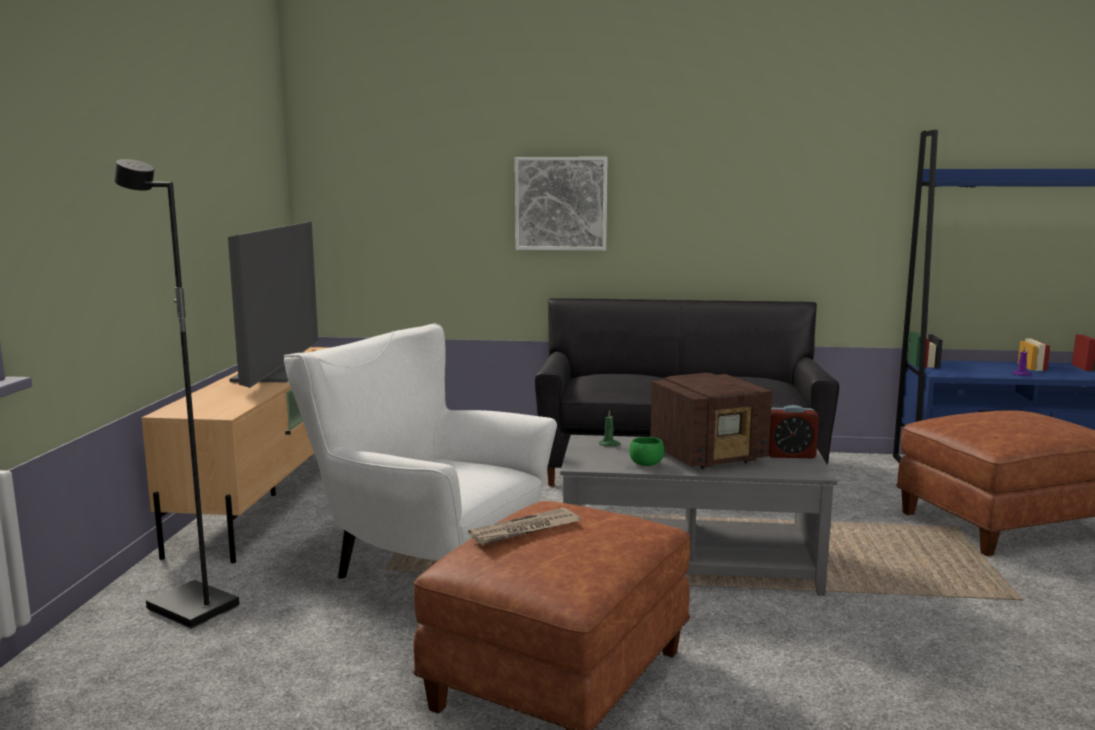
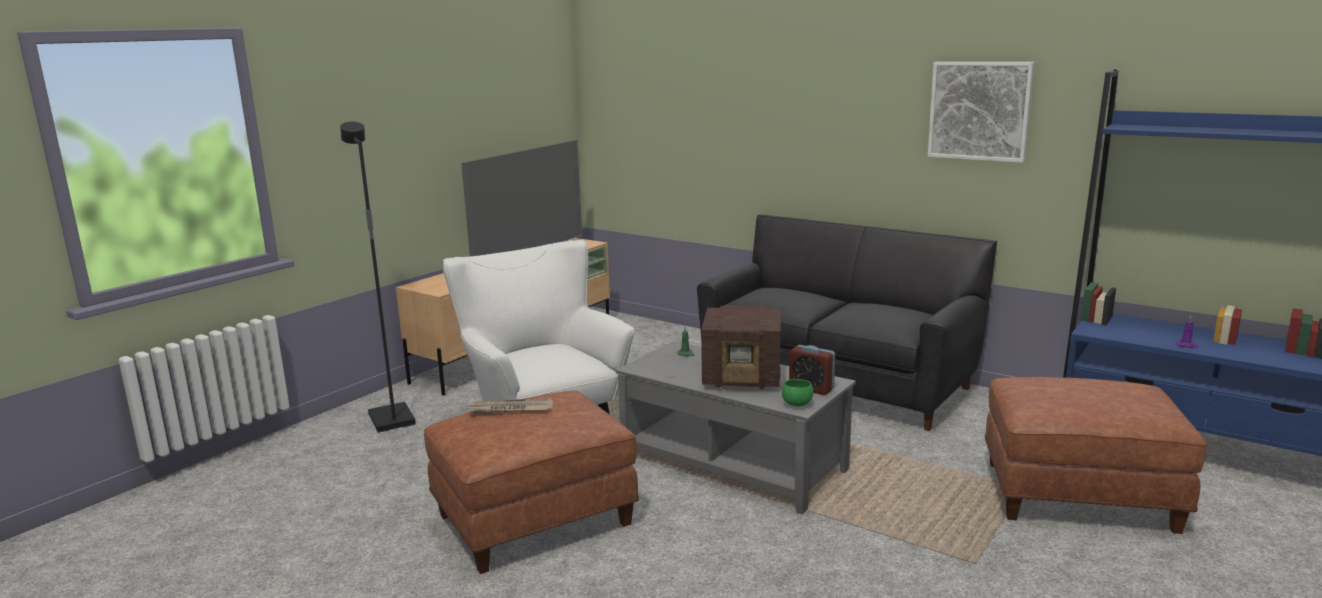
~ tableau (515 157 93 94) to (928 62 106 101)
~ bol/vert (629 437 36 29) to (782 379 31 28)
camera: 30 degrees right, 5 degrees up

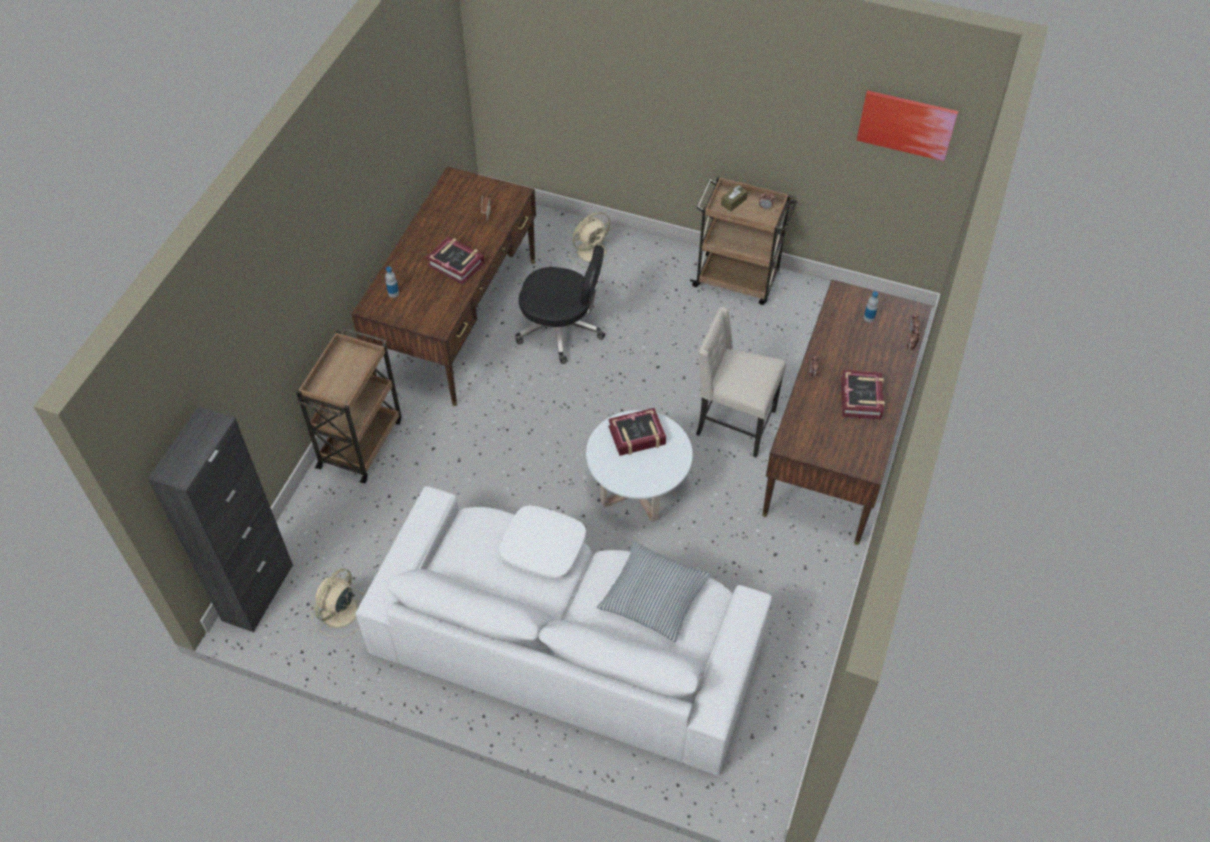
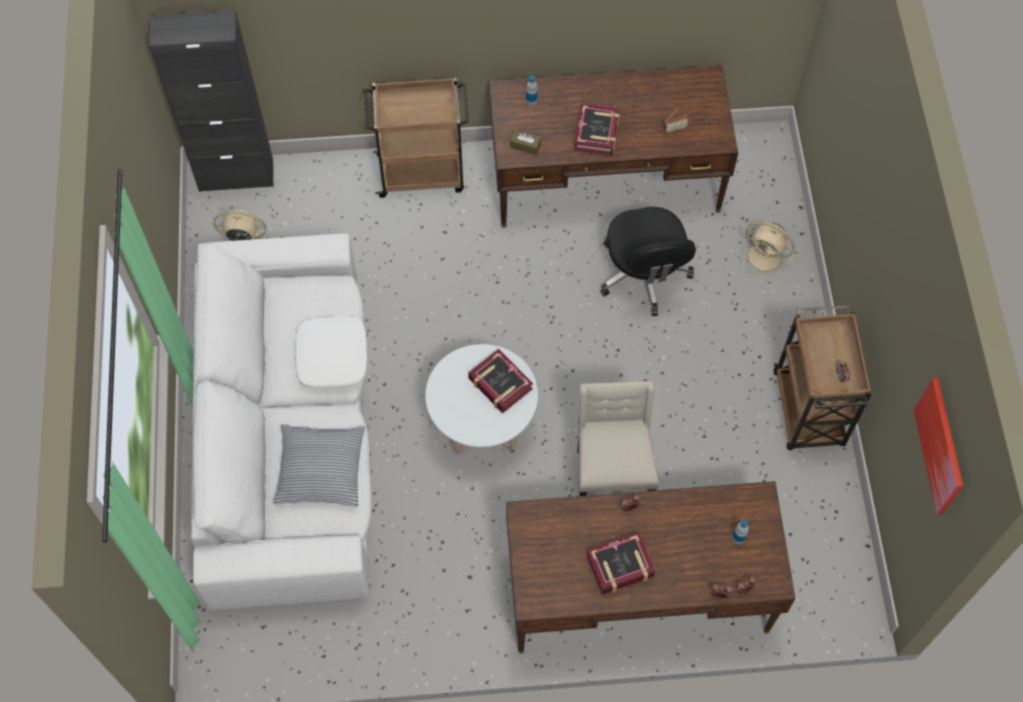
~ boîte à mouchoirs/marron (721 185 27 26) to (510 129 31 26)
camera: 65 degrees right, 10 degrees up

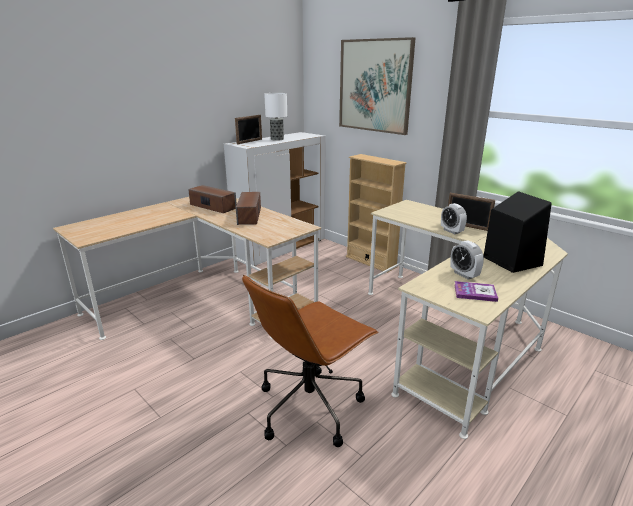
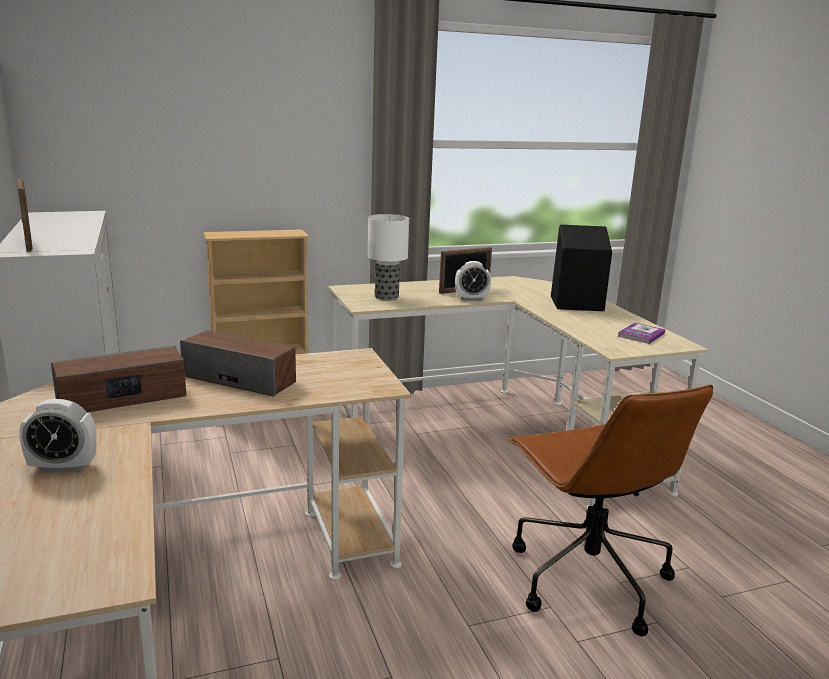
- tableau (339 37 77 98)
~ lampe de table (264 93 23 48) to (368 214 41 86)
~ réveil (450 241 34 39) to (19 399 78 74)
camera: 65 degrees left, 5 degrees down

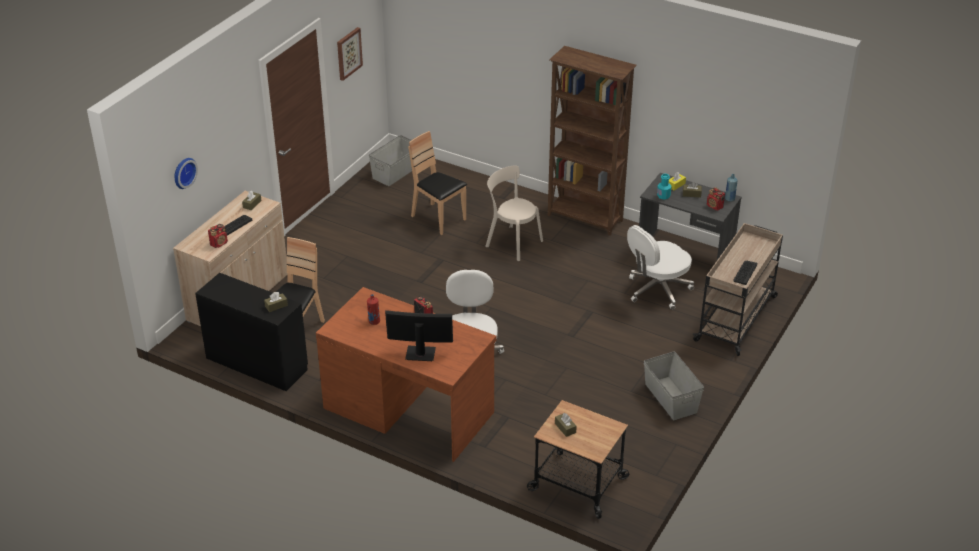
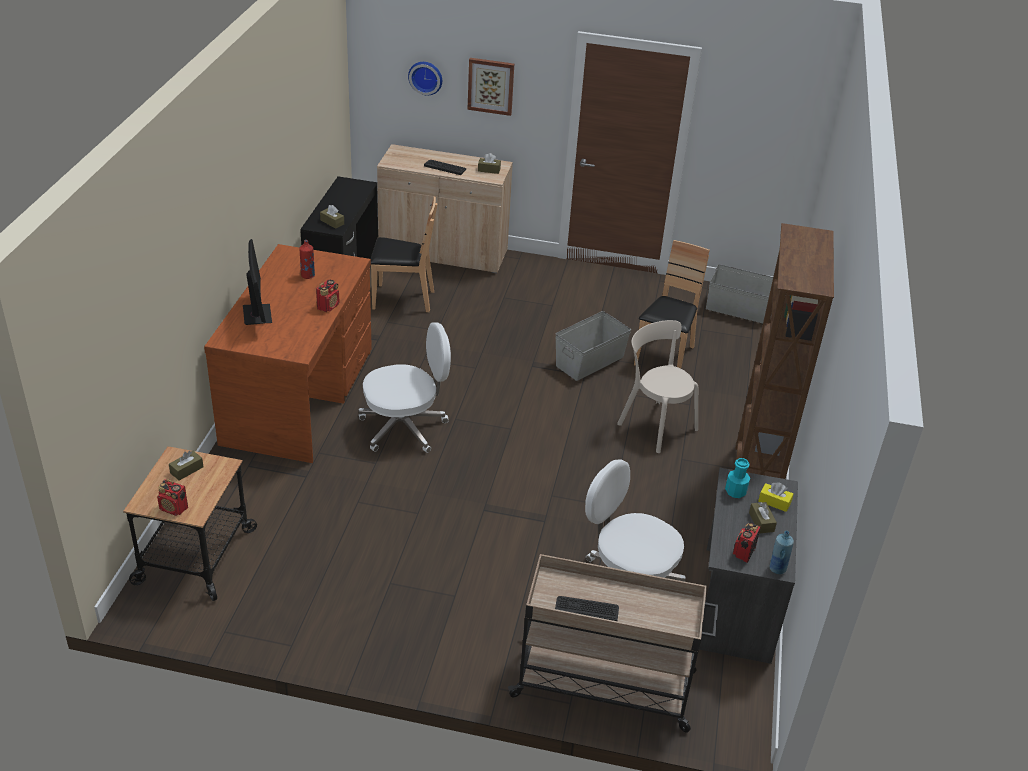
~ radio (208 224 20 24) to (157 479 31 37)
~ tableau (337 27 26 54) to (467 58 47 58)
~ boîte de rangement/gris (644 351 60 69) to (555 311 76 70)
~ chaise/beige (485 165 58 96) = (617 320 81 133) 60 degrees counterclockwise
camera: 70 degrees right, 0 degrees up

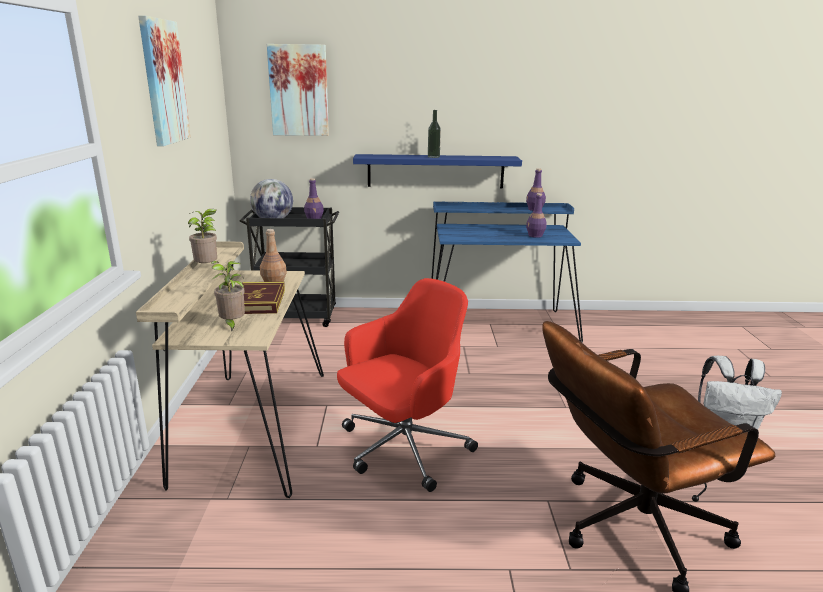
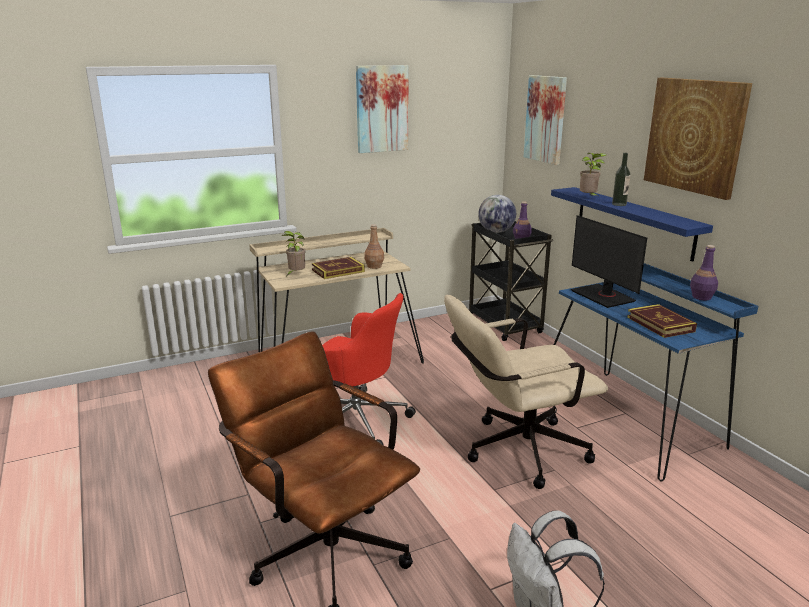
+ chaise de bureau/beige (444 295 164 194)
+ écran d'ordinateur (571 215 76 93)
+ tableau (644 78 109 122)
~ plante en pot (188 209 32 55) to (580 153 27 43)
~ bouteille/violet (526 193 21 45) to livre (627 304 70 34)
camera: 65 degrees right, 0 degrees up

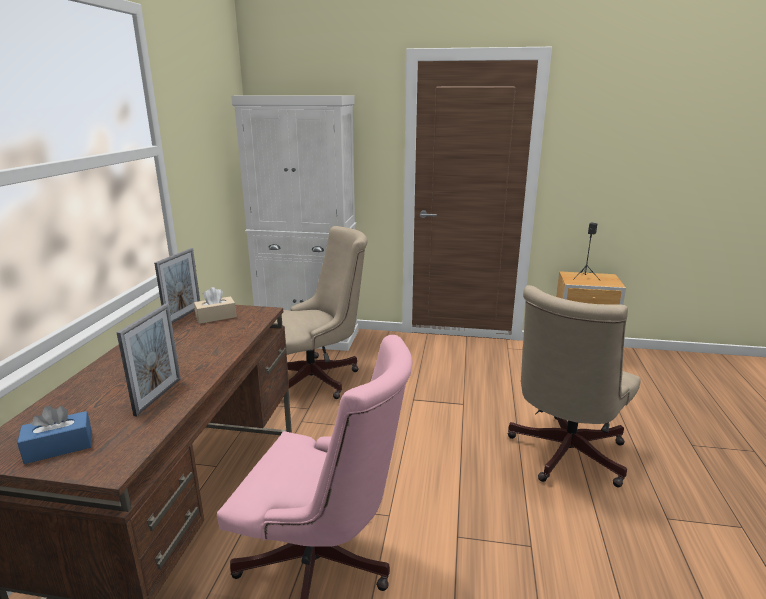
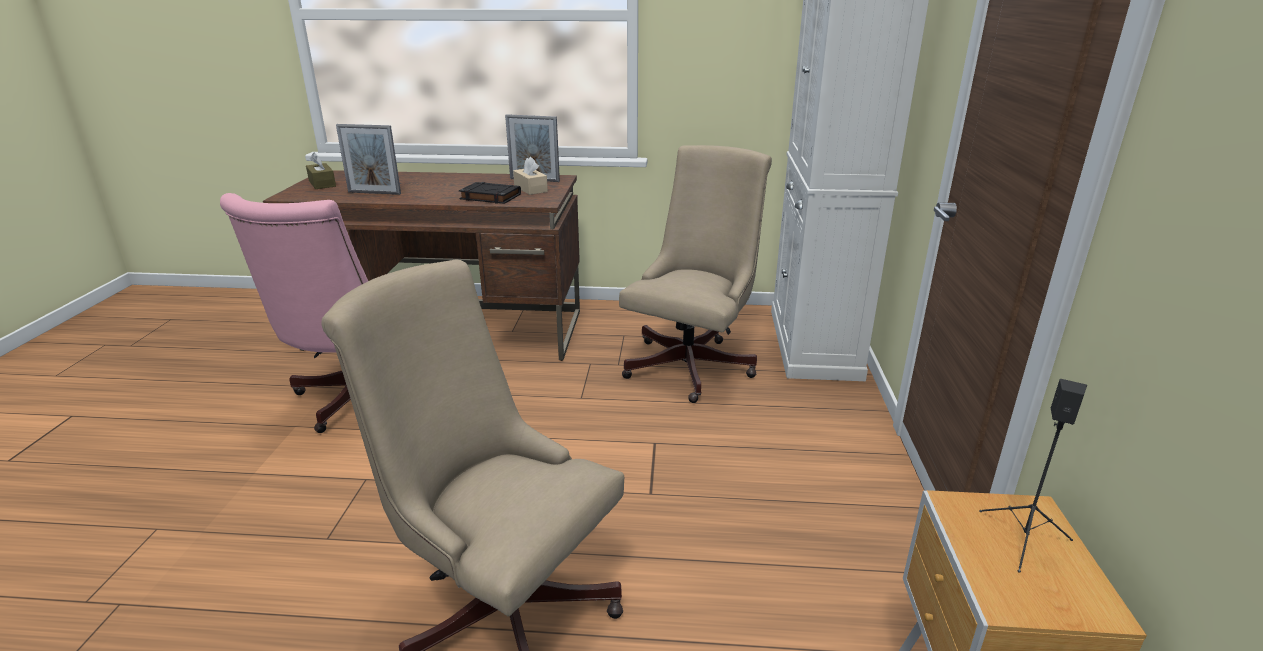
+ livre/noir (459 182 62 22)
~ boîte à mouchoirs/bleu (17 406 75 58) to boîte à mouchoirs/marron (306 152 30 37)
~ chaise de bureau/beige (274 226 94 173) = (619 145 153 258) 120 degrees counterclockwise
camera: 85 degrees right, 5 degrees up

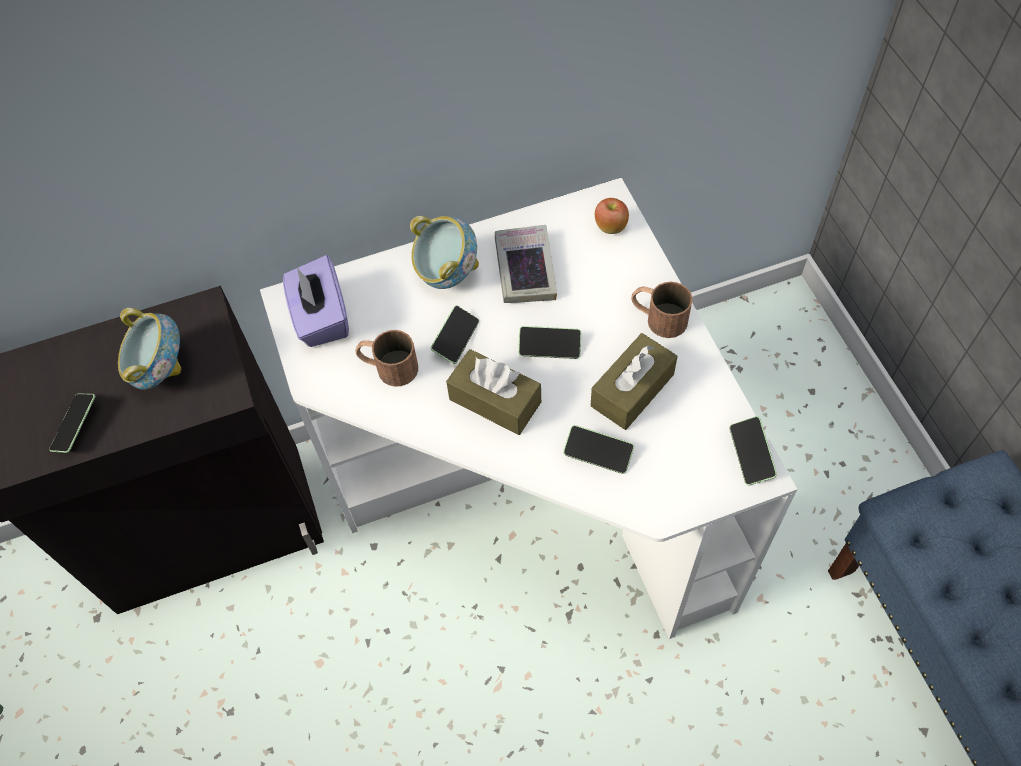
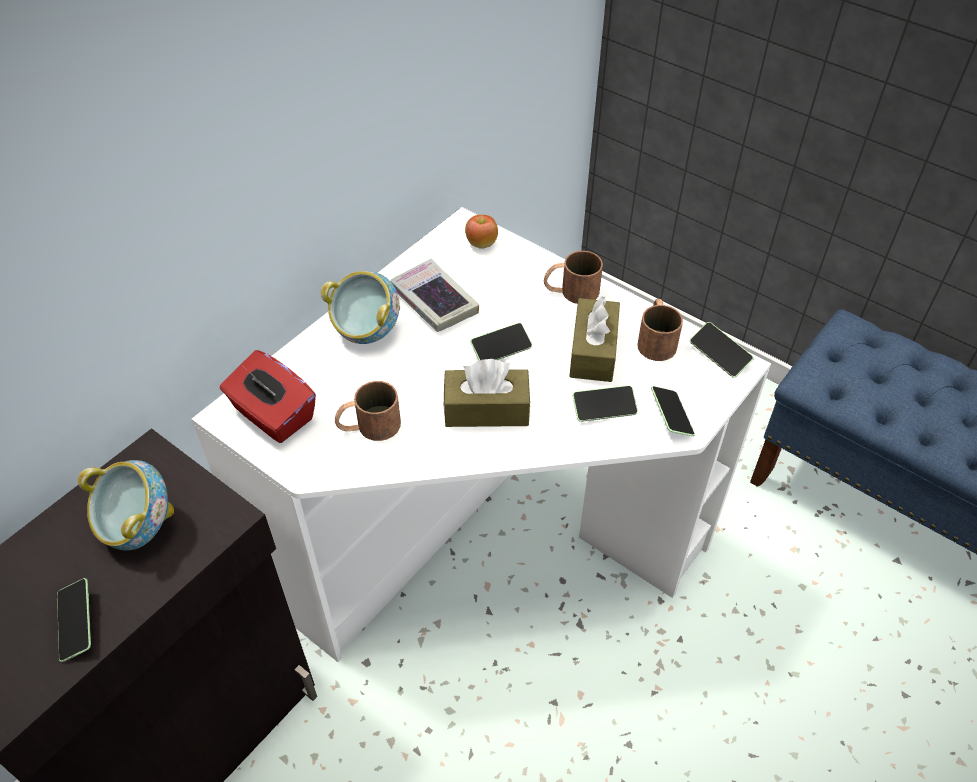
+ mug/marron (637 299 46 62)
~ téléphone (431 306 48 58) to (651 386 44 50)
~ boîte à mouchoirs/violet (283 255 66 92) to boîte à mouchoirs/rouge (220 350 96 93)
camera: 35 degrees left, 10 degrees down

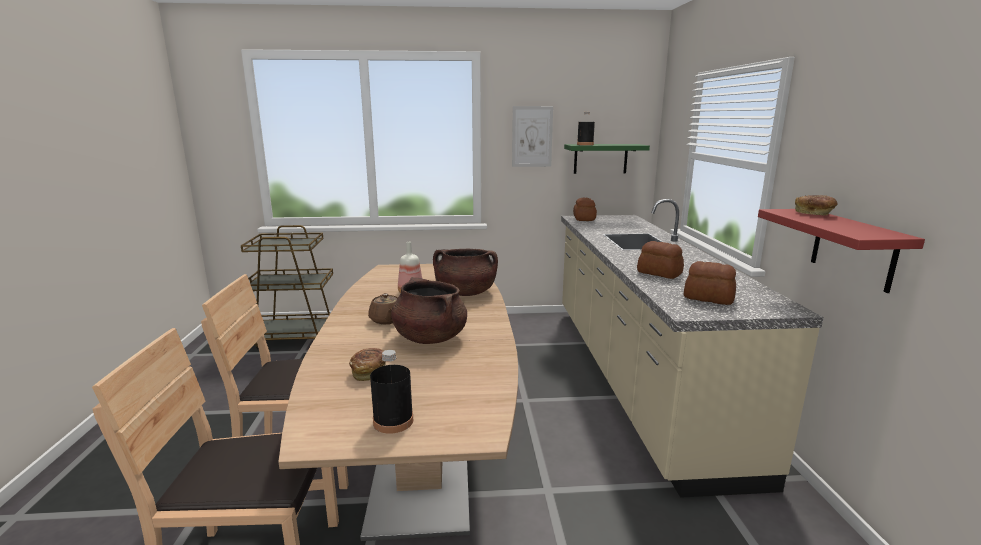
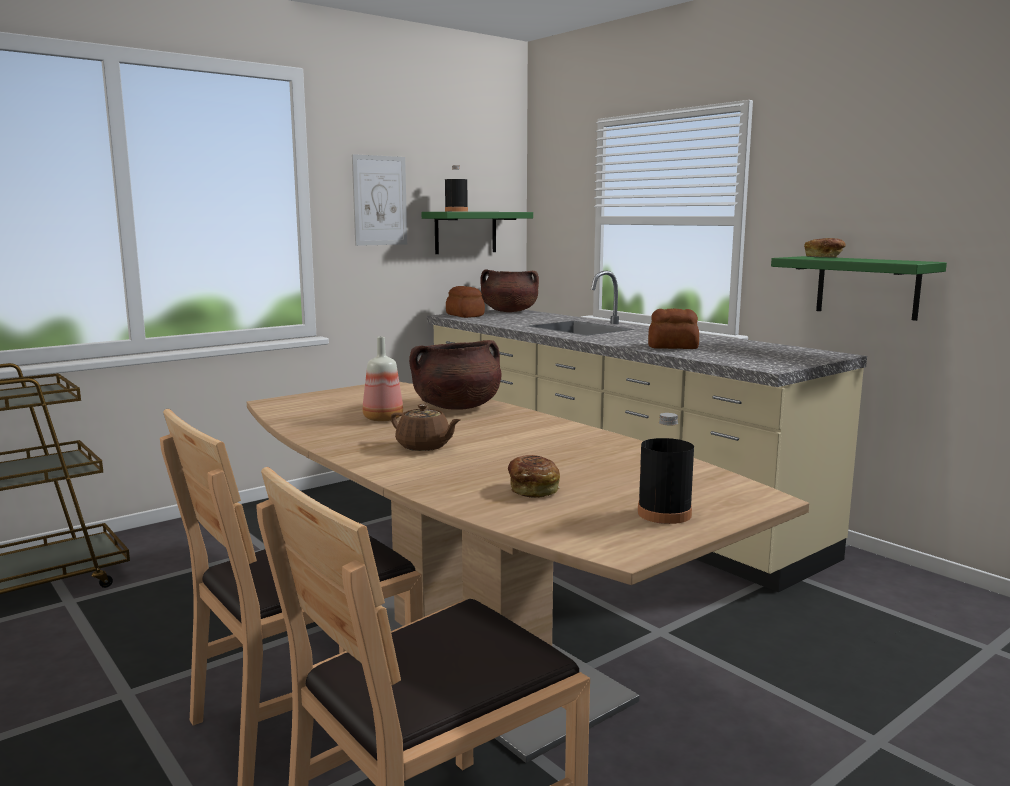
- pain (684 261 52 44)
~ marmite/marron (391 277 76 67) to (480 269 59 43)
~ étagère/rouge (758 209 167 84) to étagère/vert (771 256 176 65)
camera: 35 degrees left, 5 degrees down

